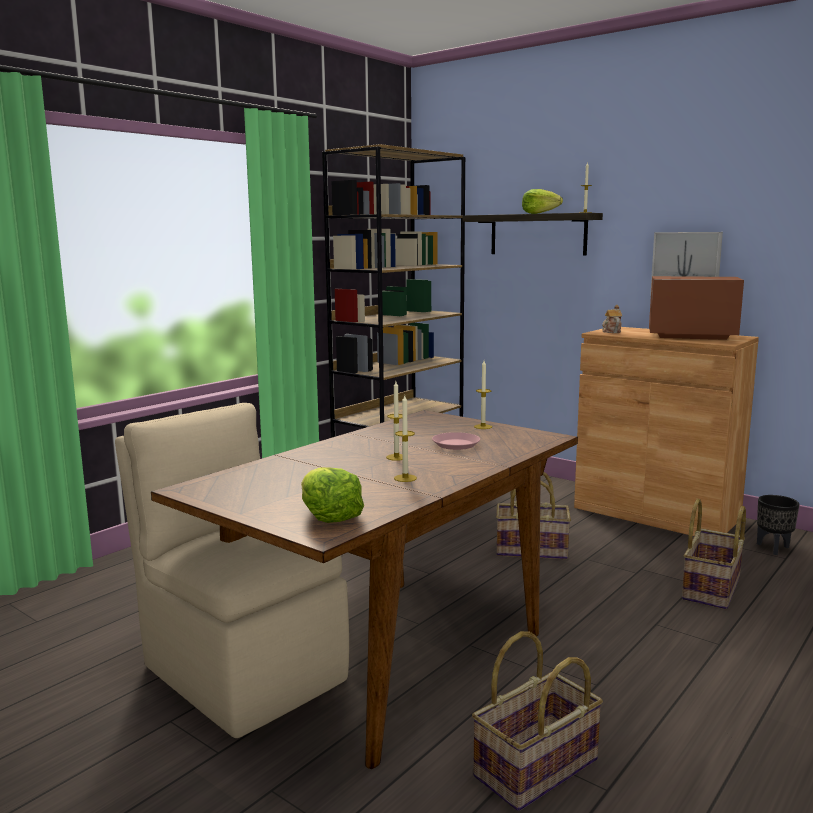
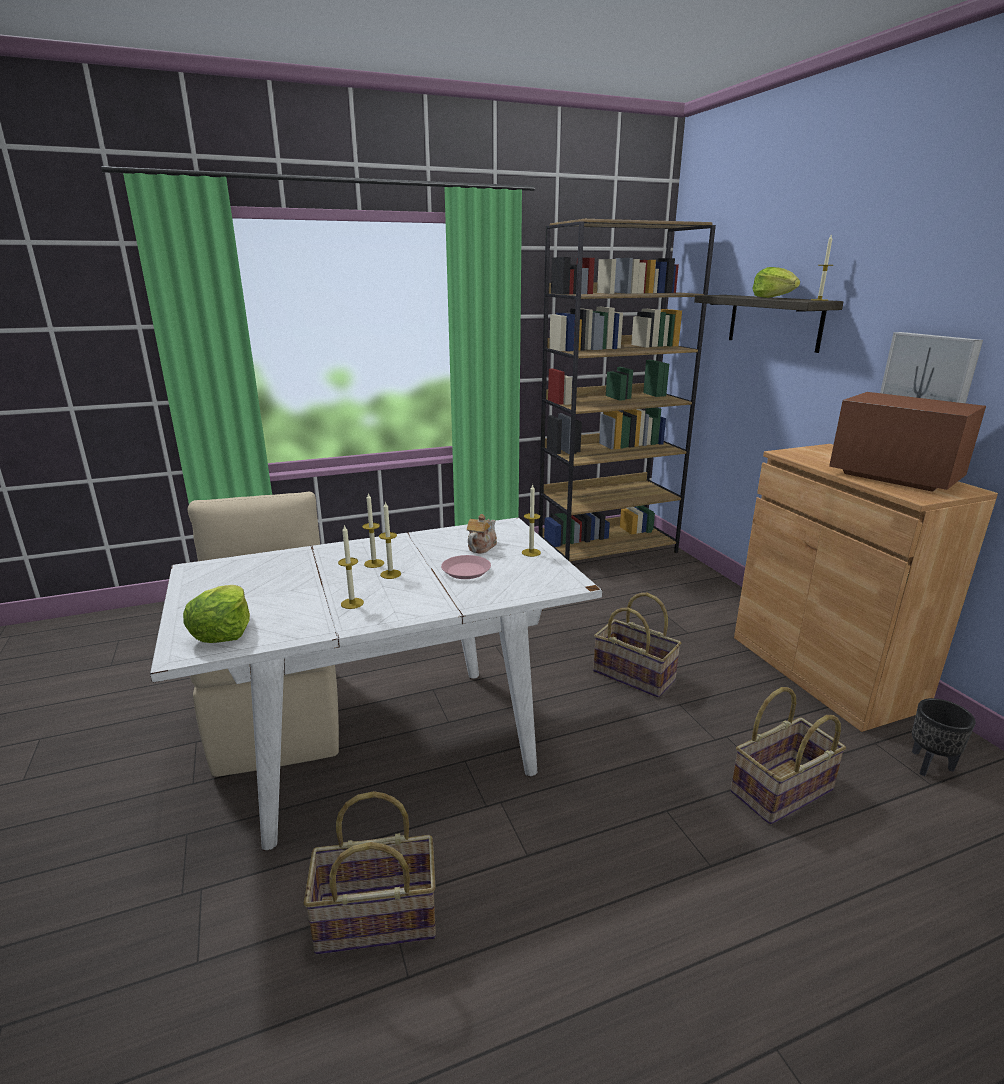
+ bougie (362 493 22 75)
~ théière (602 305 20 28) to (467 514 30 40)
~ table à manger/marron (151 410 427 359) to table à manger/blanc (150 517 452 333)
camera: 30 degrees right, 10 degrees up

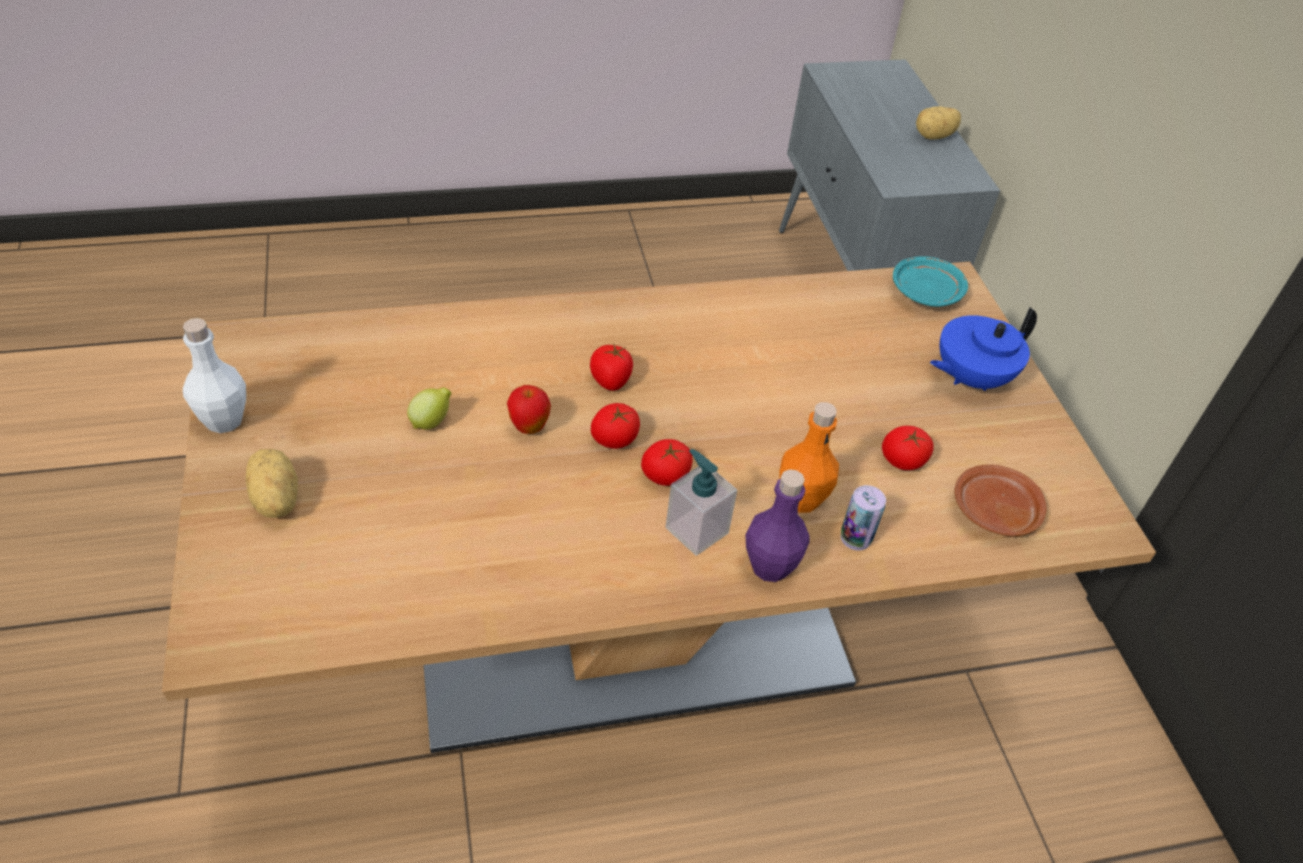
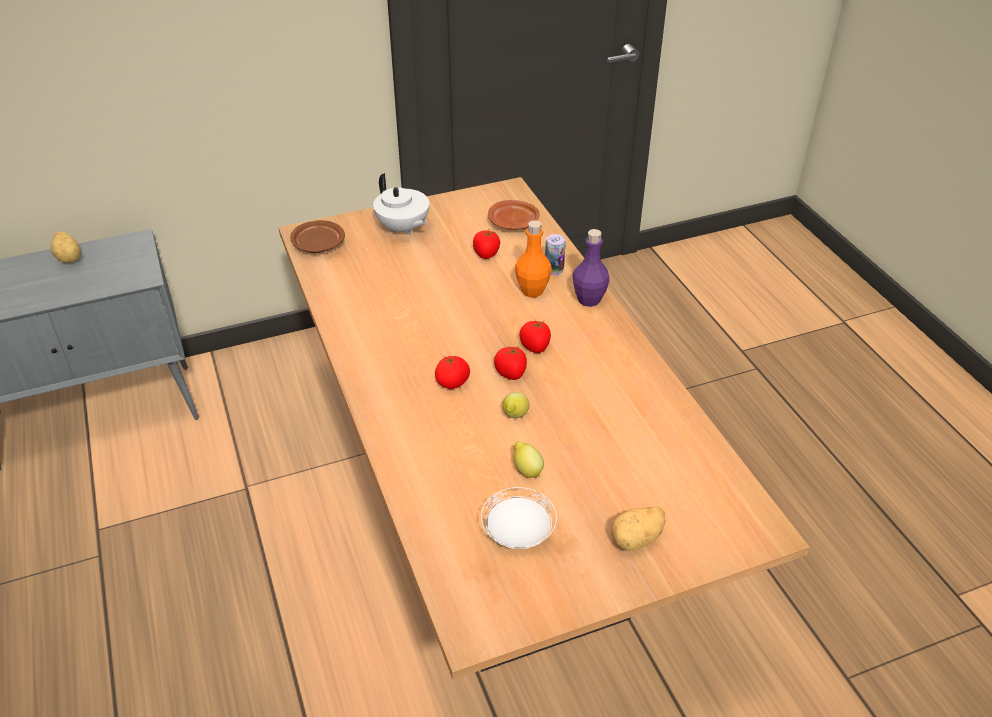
- bouteille/blanc (183 318 63 115)
- distributeur de savon (666 449 71 107)
+ assiette/blanc (481 487 76 62)
~ pomme (507 385 44 49) to citron (502 392 27 26)
~ assiette/turquoise (893 256 75 51) to assiette/marron (290 220 55 33)
~ théière/bleu (930 307 107 84) to théière/blanc (373 173 57 62)
camera: 95 degrees left, 5 degrees down

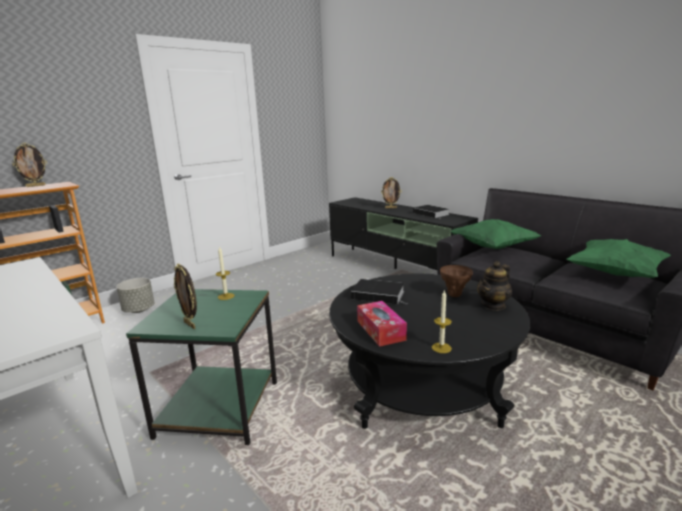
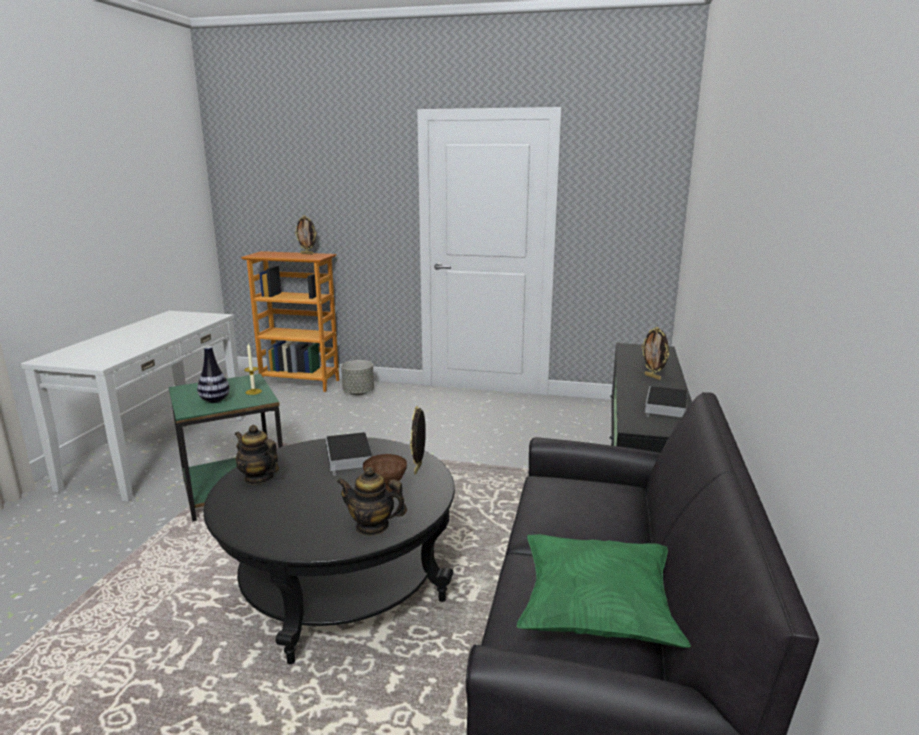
- bougie (432 290 20 63)
- coussin/vert (450 219 91 30)
+ vase (197 346 33 57)
~ cadre photo (174 264 23 65) to (410 406 16 68)
~ boîte à mouchoirs (357 301 50 46) to théière (235 425 44 60)
camera: 55 degrees right, 0 degrees up

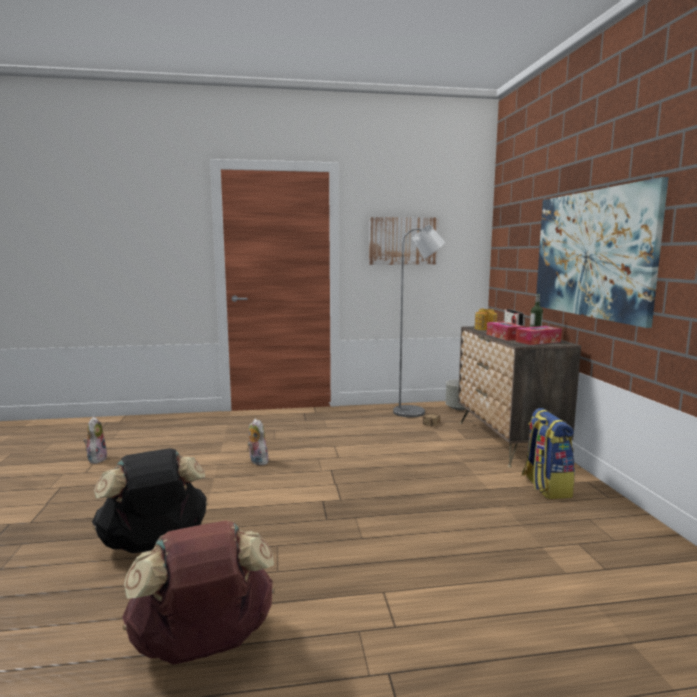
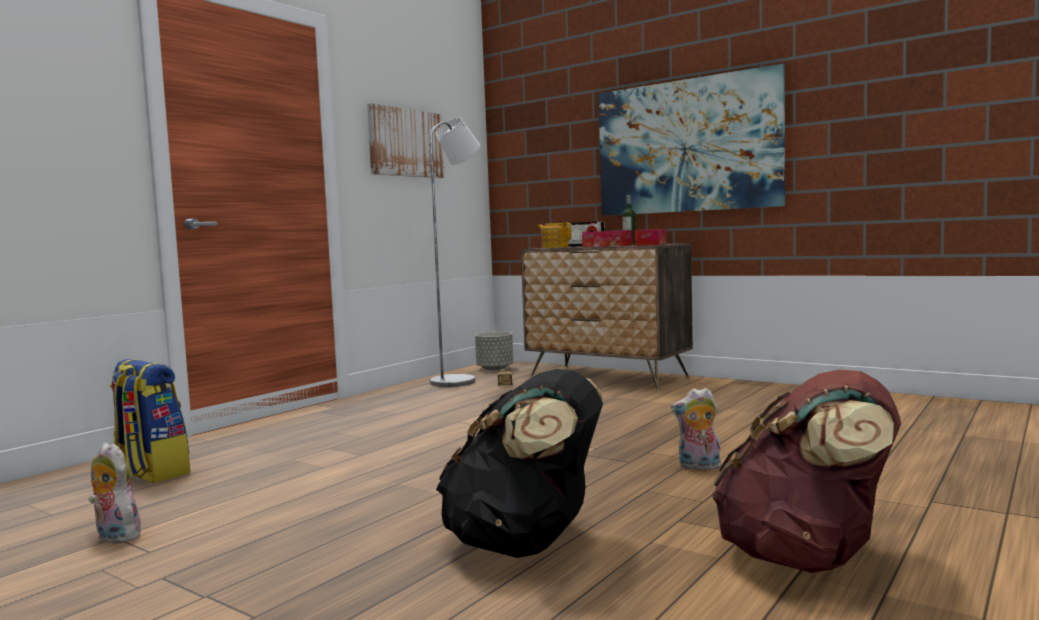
~ peluche (248 419 22 46) to (671 388 50 82)
~ sac à dos (522 408 53 91) to (110 359 80 124)
camera: 45 degrees left, 5 degrees down

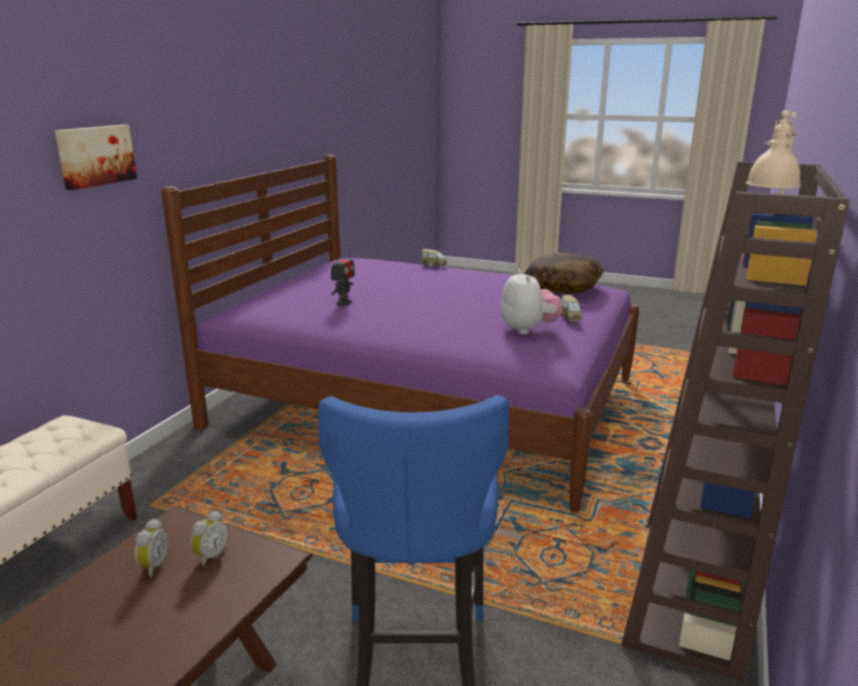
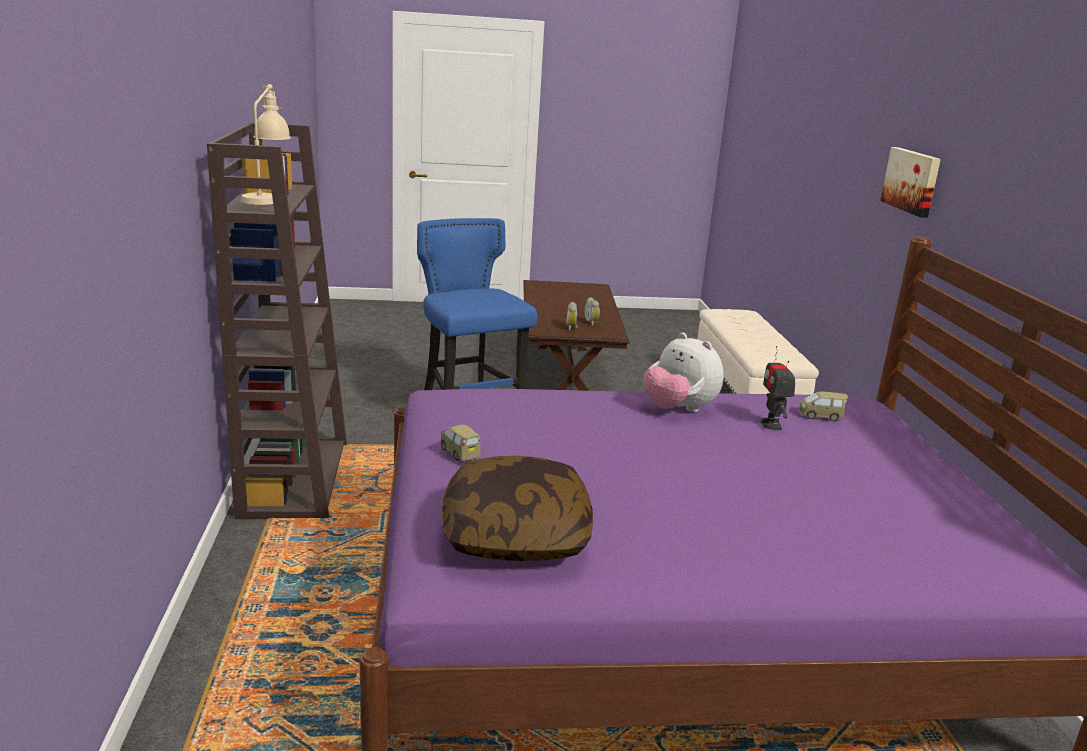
~ petite voiture (421 249 26 19) to (799 392 49 29)
~ peluche (501 269 62 65) to (643 333 81 79)
camera: 150 degrees right, 0 degrees up

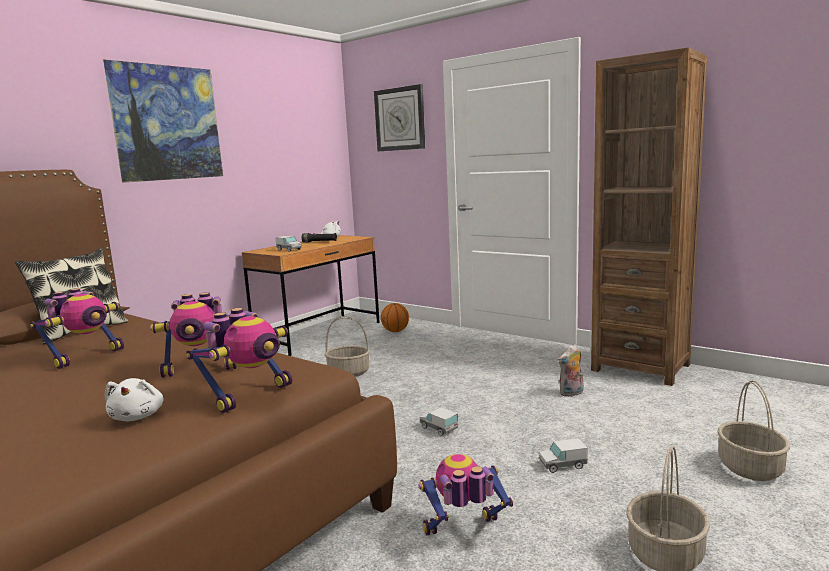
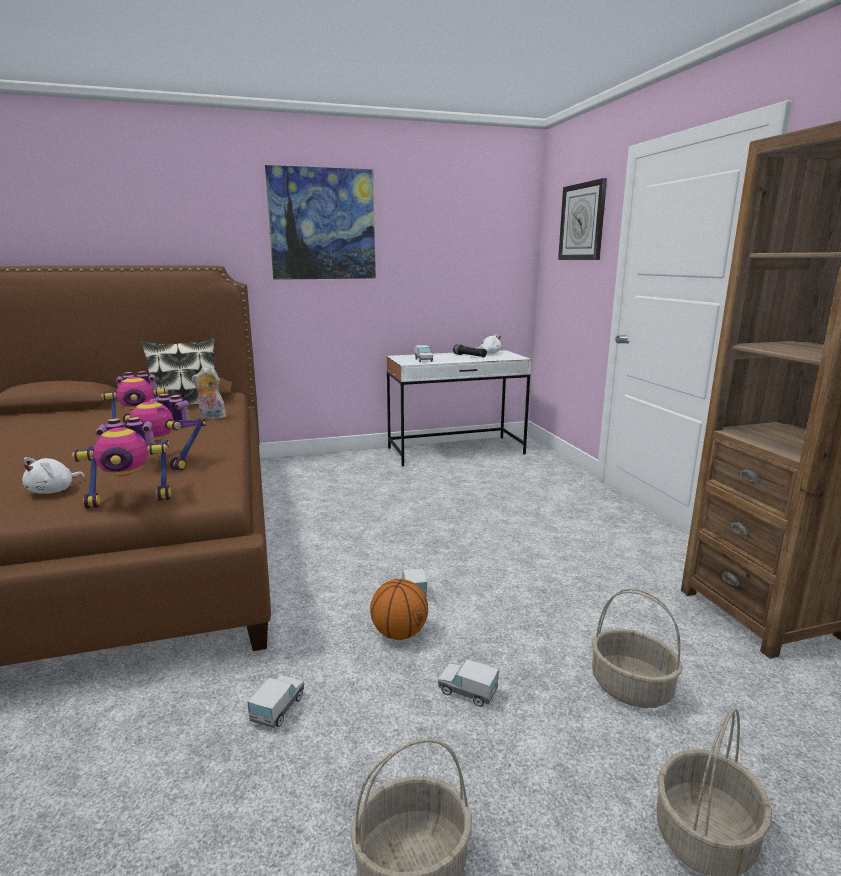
~ panier (325 316 45 61) to (592 588 91 120)
~ ballon de basket (381 303 28 29) to (370 579 58 61)
~ peluche (558 344 26 53) to (192 367 34 52)
~ robot jouet (418 454 95 82) to camion jouet (247 675 57 53)
~ bureau/marron (242 235 137 121) to bureau/blanc (386 350 145 117)
camera: 35 degrees right, 5 degrees up

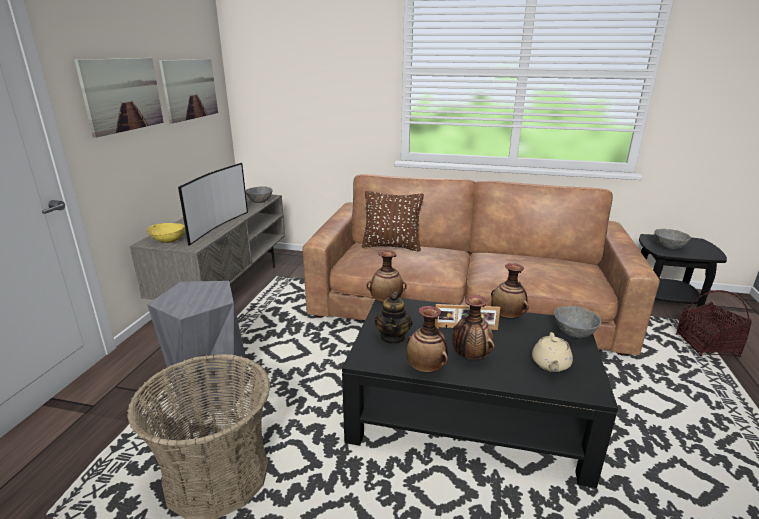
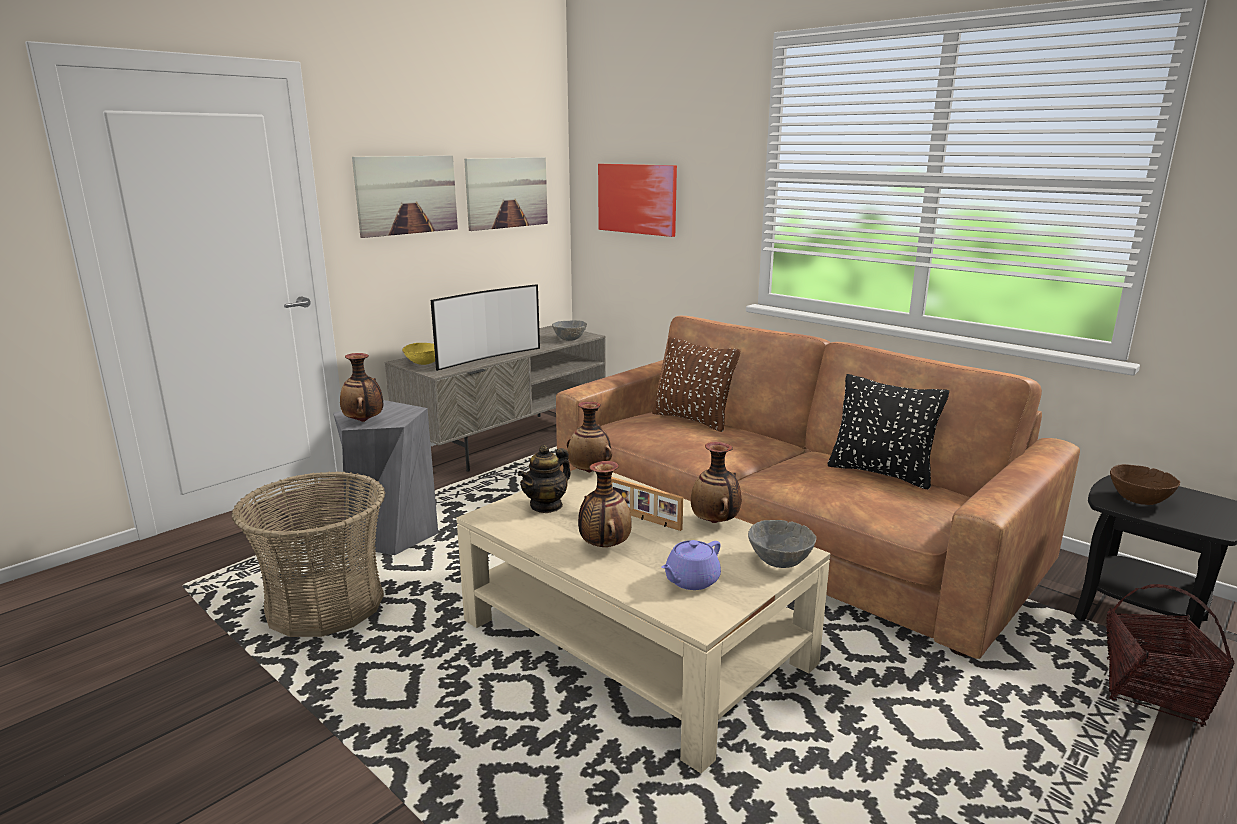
+ tableau (598 164 79 73)
+ coussin/noir (828 374 121 116)
~ vase (406 306 42 66) to (340 353 43 69)
~ table basse/noir (342 298 276 190) to table basse/beige (457 469 374 304)
~ théière/beige (532 332 41 40) to théière/violet (661 540 60 50)
~ bol/gris (654 229 37 21) to bol/marron (1110 464 70 41)
camera: 30 degrees right, 5 degrees down

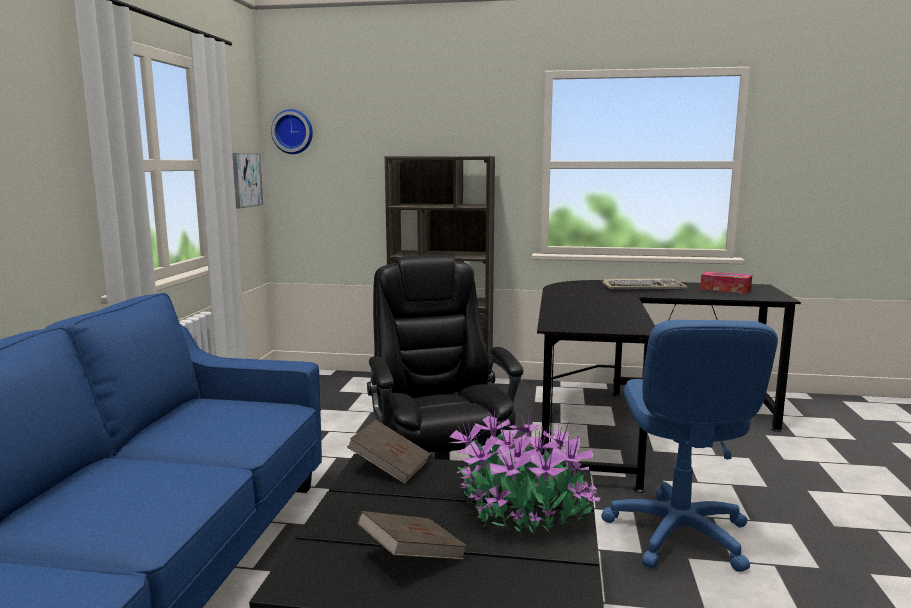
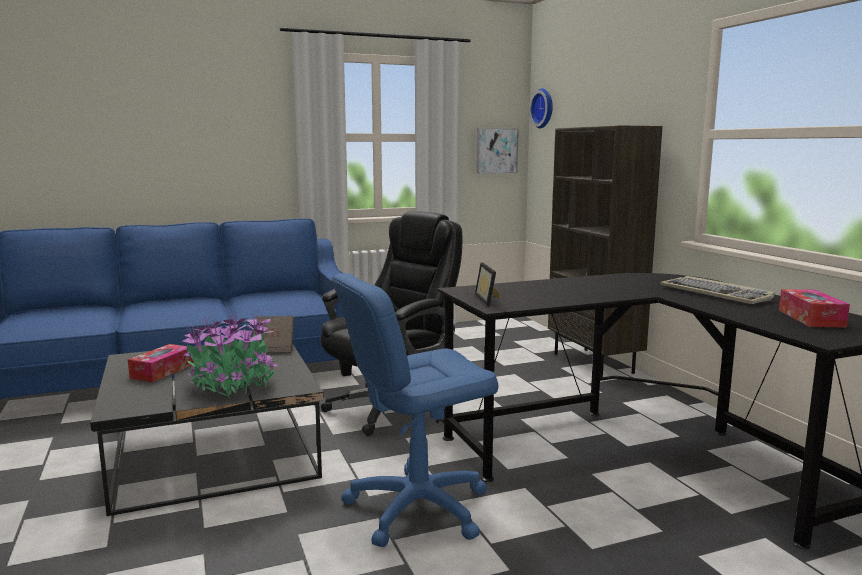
+ cadre photo (475 262 26 44)
~ livre/marron (357 511 111 49) to boîte à mouchoirs (128 344 65 38)
camera: 60 degrees right, 0 degrees up

